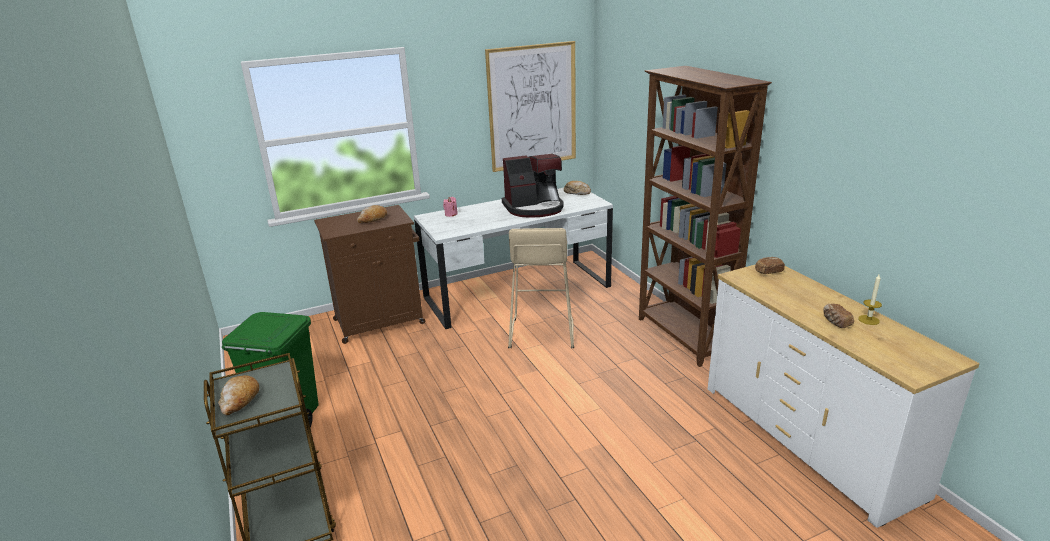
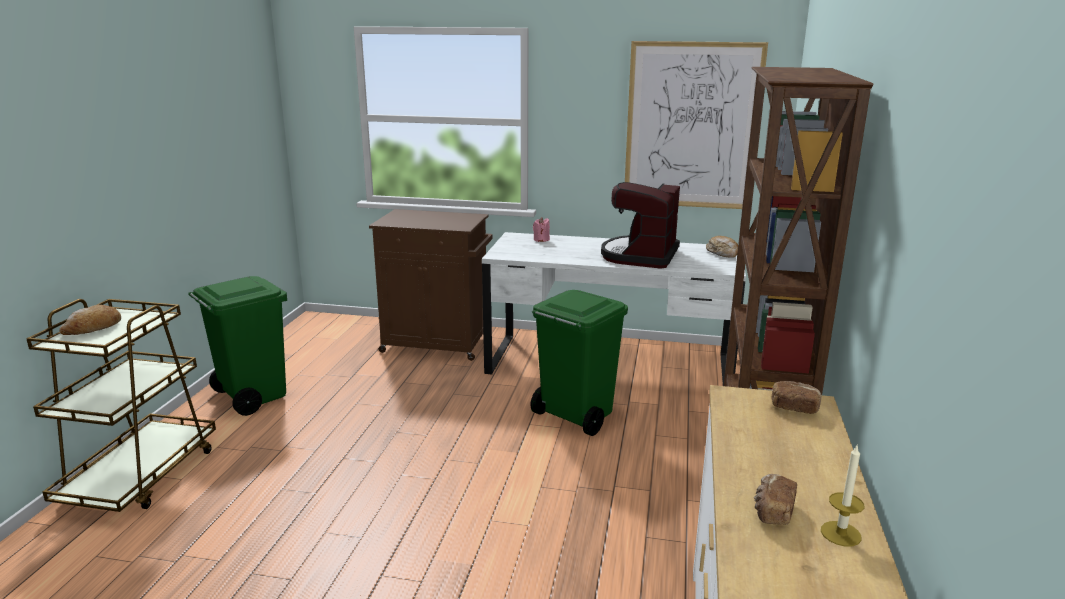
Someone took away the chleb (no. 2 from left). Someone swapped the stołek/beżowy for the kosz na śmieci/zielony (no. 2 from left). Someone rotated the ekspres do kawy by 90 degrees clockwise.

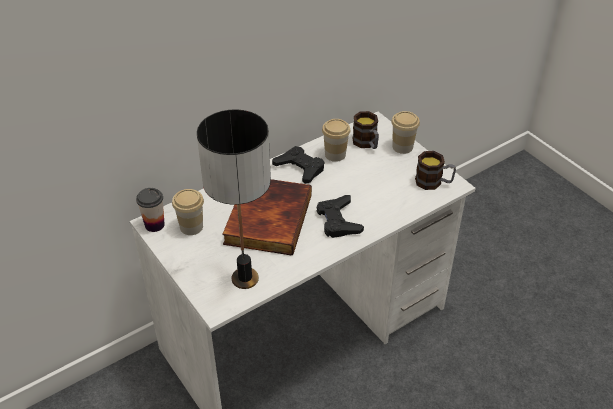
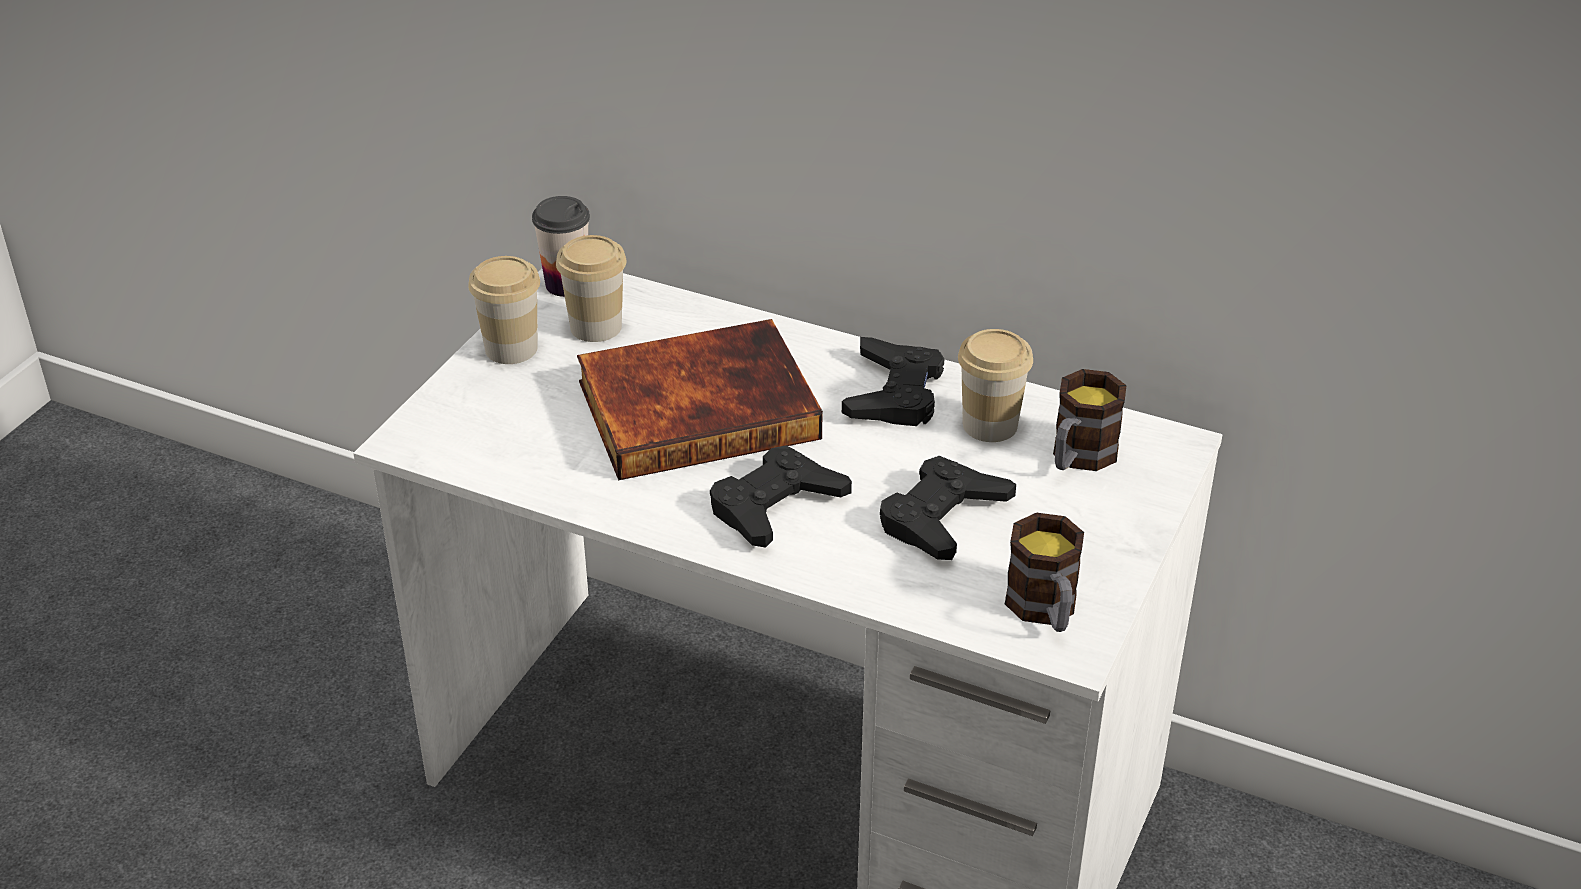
Someone took away the lampa stołowa. Someone put down the pad do gier/czarny (no. 3 from left). Someone carried the filiżanka (no. 4 from left in the first image).

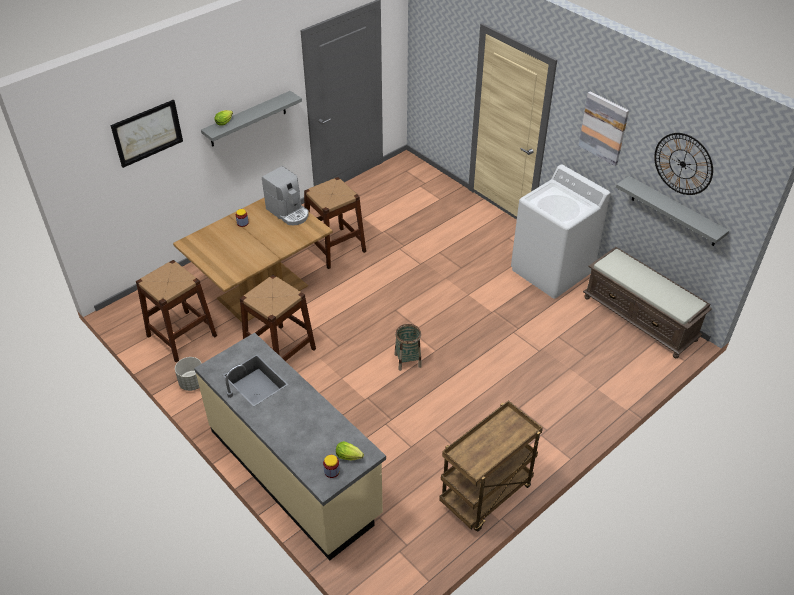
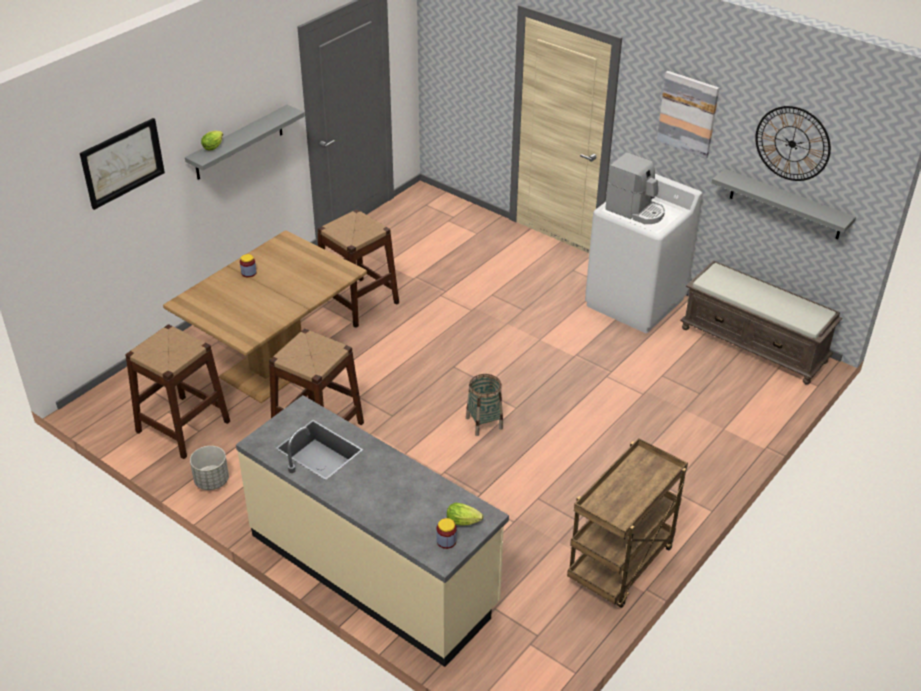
Someone carried the ekspres do kawy.

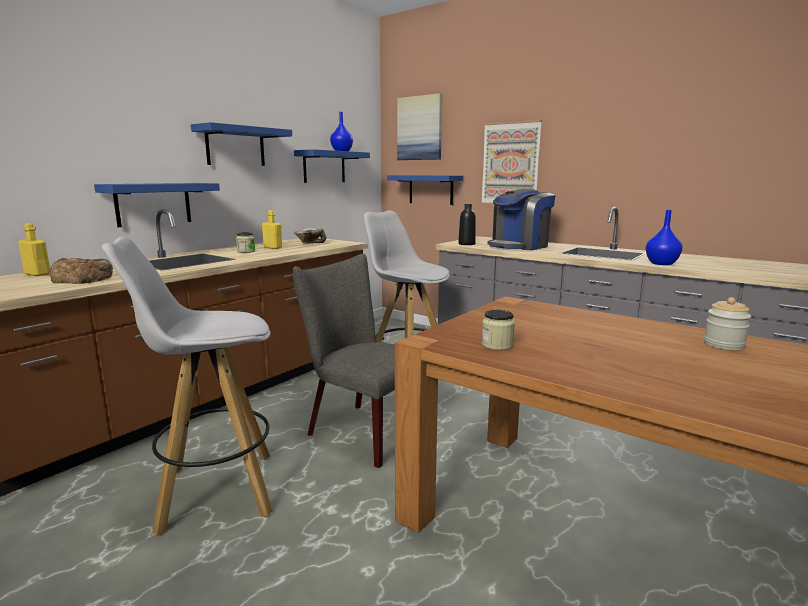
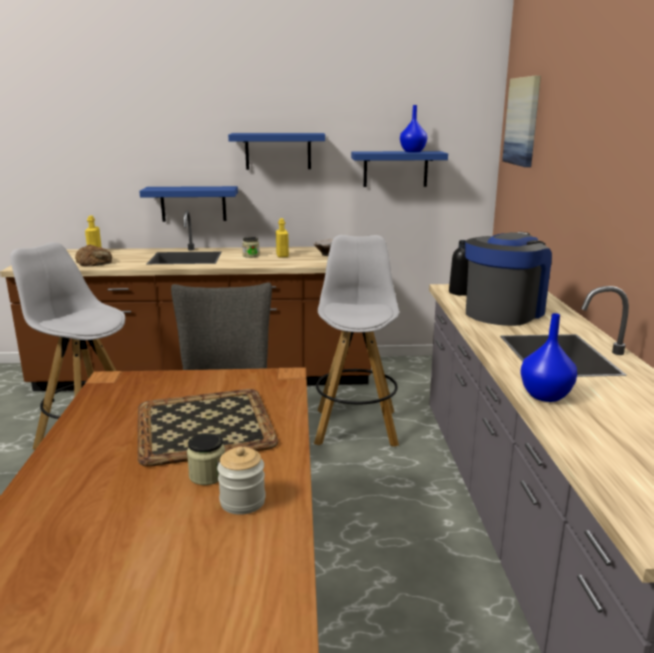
Someone took away the półka/niebieski (no. 4 from left). Someone took away the obraz (no. 2 from left). Someone put down the taca. Someone carried the słoik (no. 2 from left in the first image). Someone rotated the ekspres do kawy by 120 degrees clockwise.

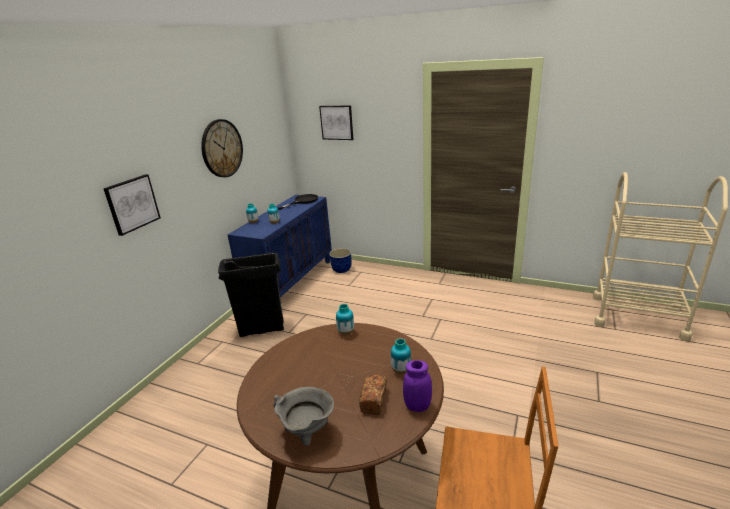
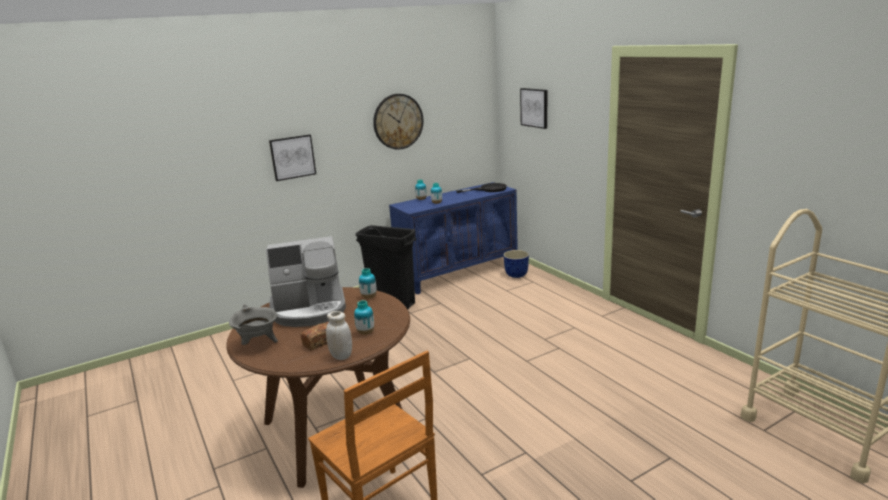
Someone put down the ekspres do kawy. Someone repainted the słoik/fioletowy, which became the słoik/biały.

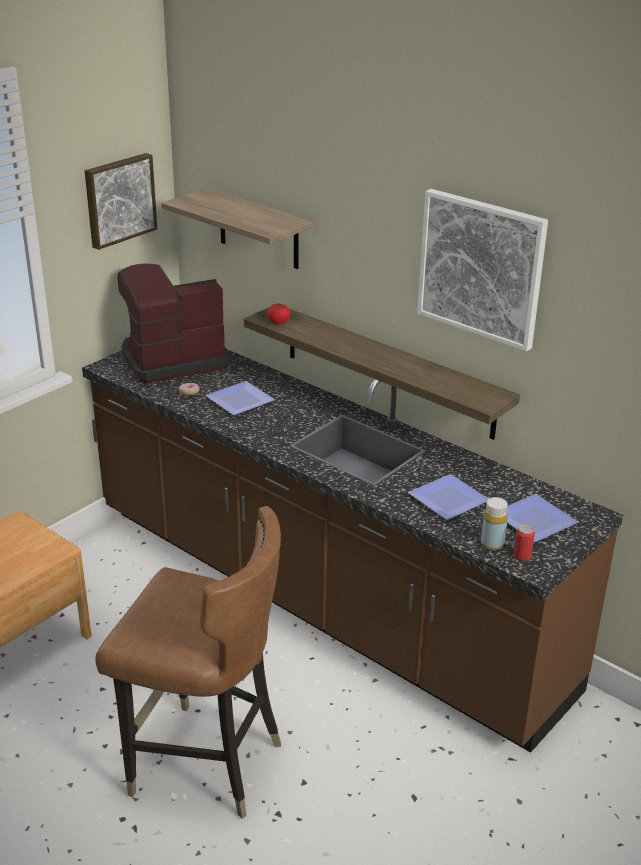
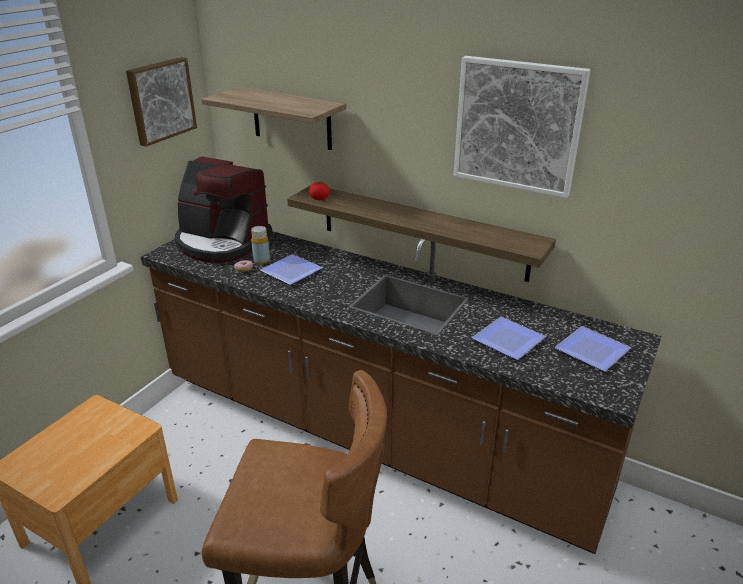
Someone took away the puszka. Someone carried the butelka/żółty. Someone rotated the ekspres do kawy by 120 degrees counterclockwise.

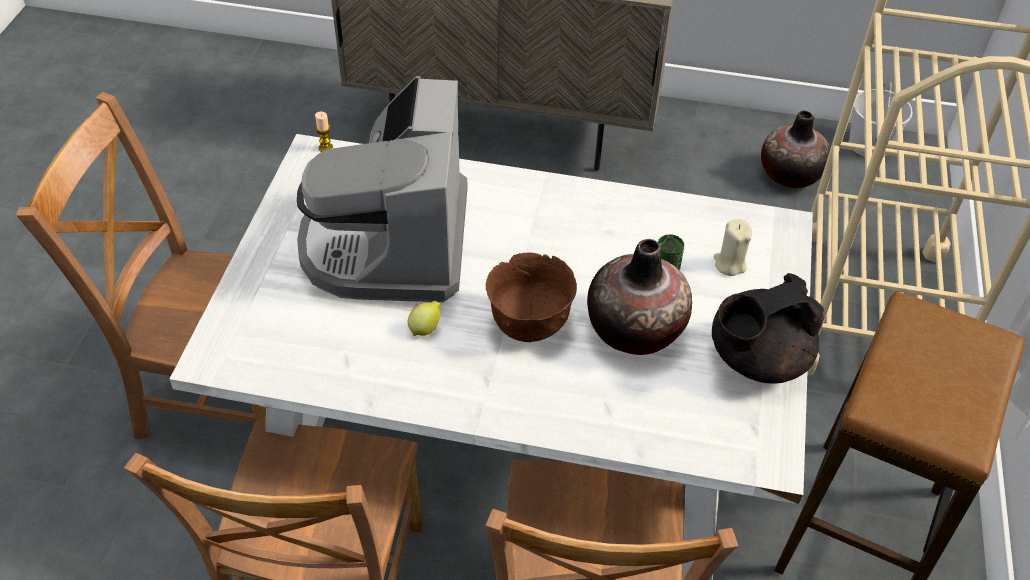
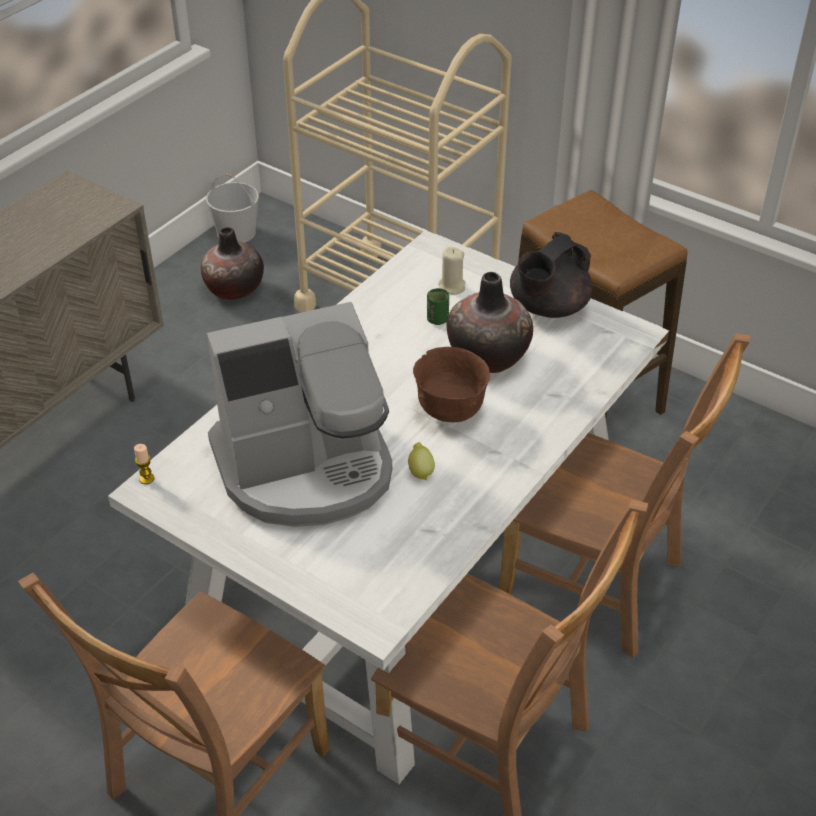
Someone rotated the ekspres do kawy by 45 degrees counterclockwise. Someone rotated the imbryk/czarny by 45 degrees clockwise.

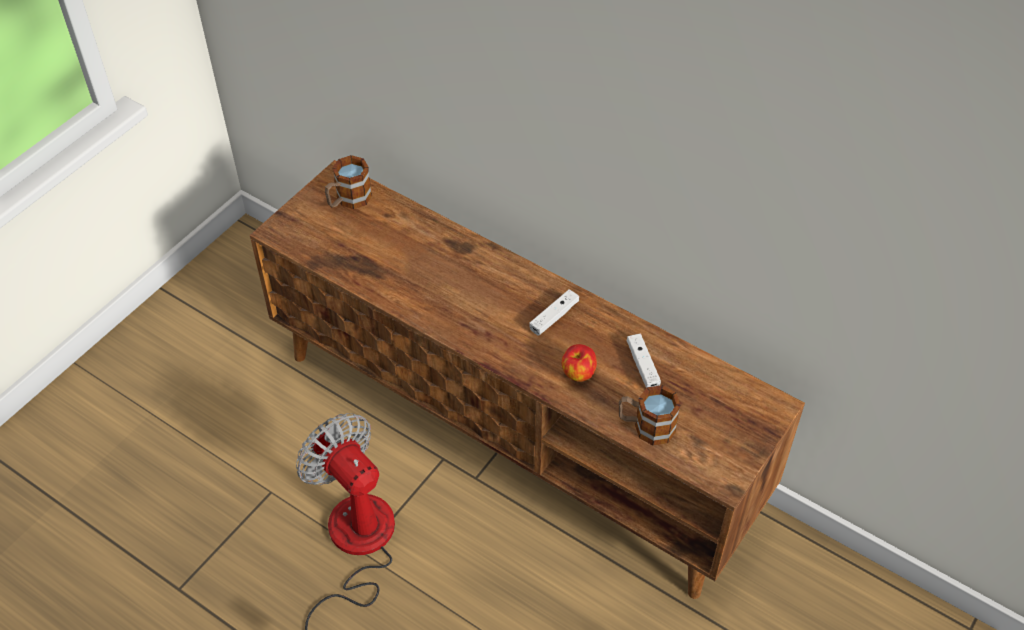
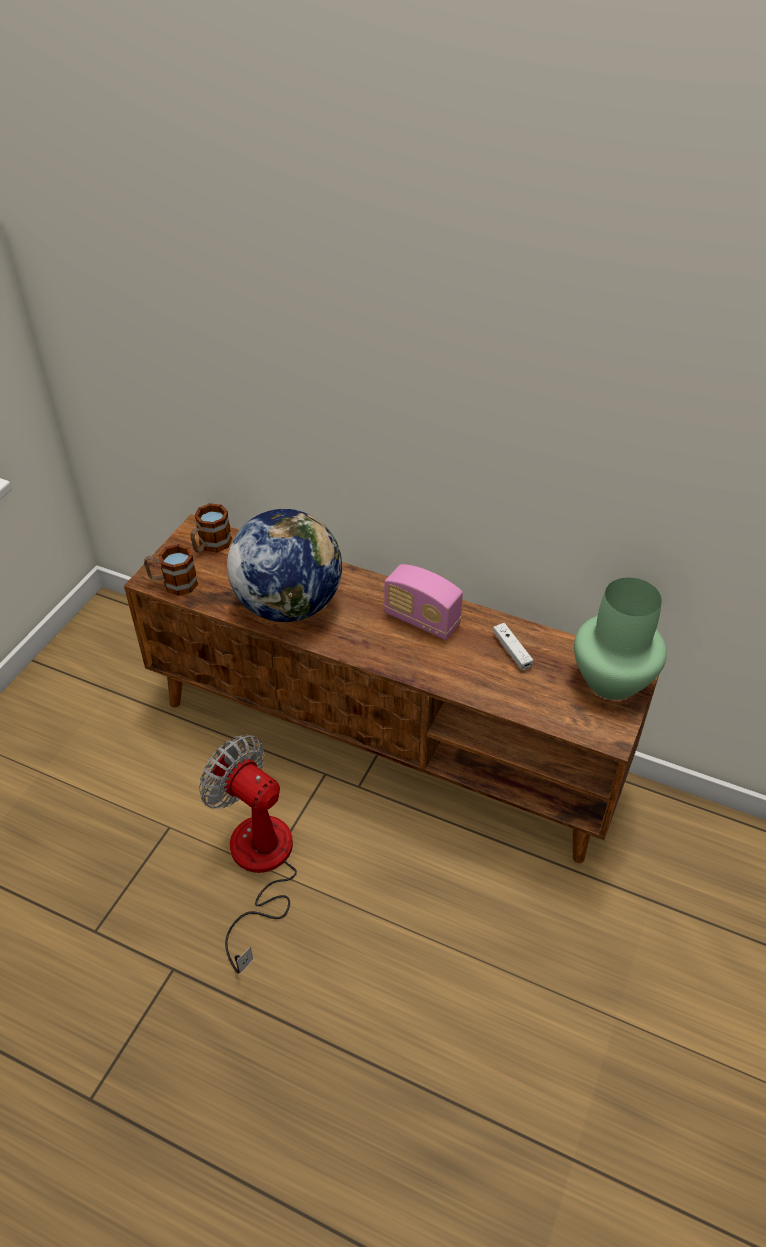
Someone took away the jabłko. Someone put down the globus. Someone put down the wazon/zielony. Someone carried the kubek (no. 2 from left in the first image). Someone swapped the pad do gier/biały (no. 1 from left) for the radio.

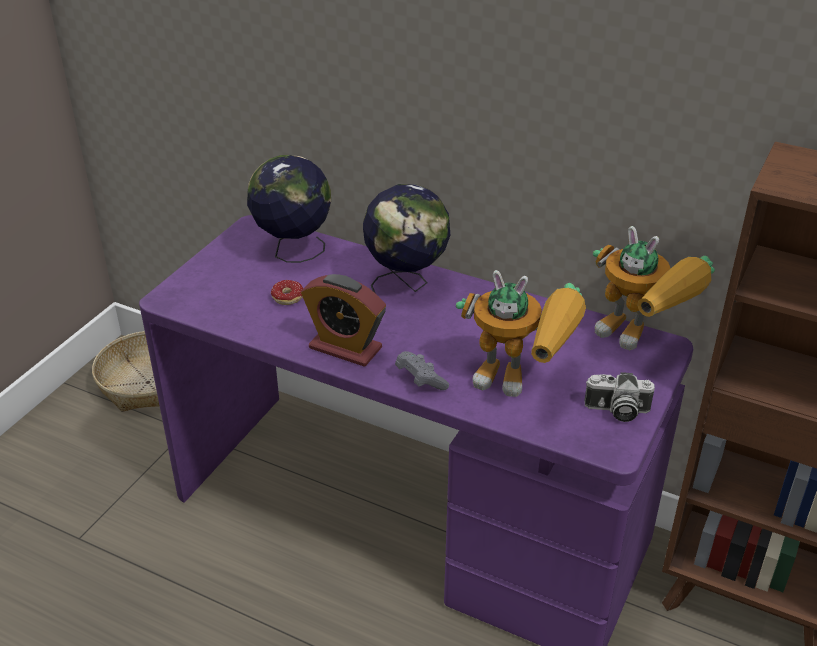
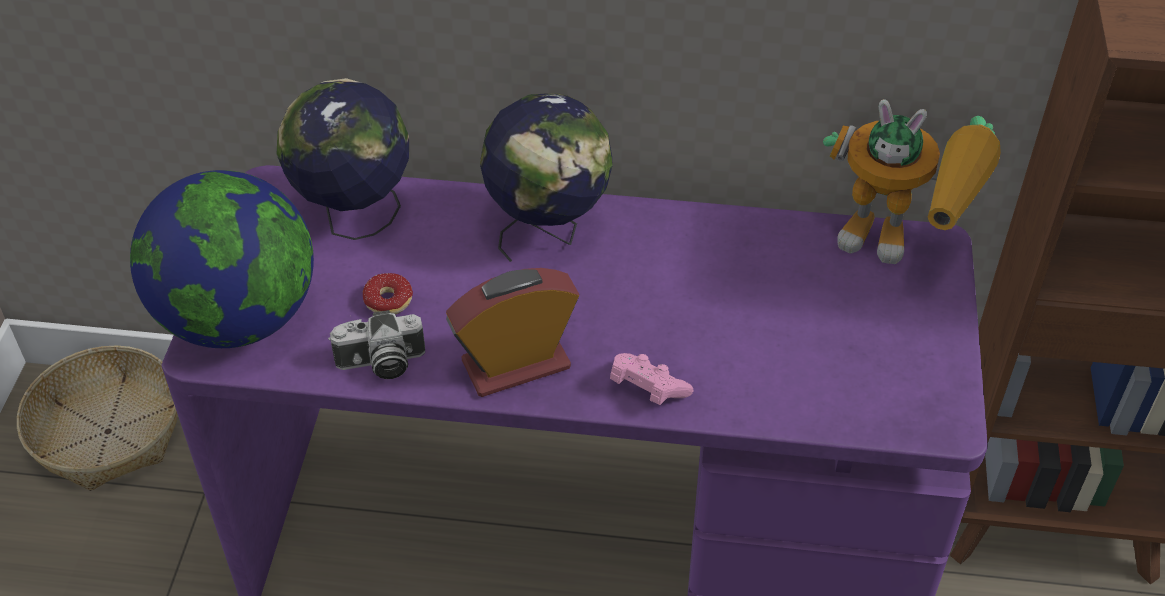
Someone took away the robot zabawkowy (no. 1 from left). Someone put down the globus (no. 1 from left). Someone carried the aparat fotograficzny. Someone repainted the pad do gier/szary, which became the pad do gier/różowy. Someone rotated the budzik by 150 degrees clockwise.

